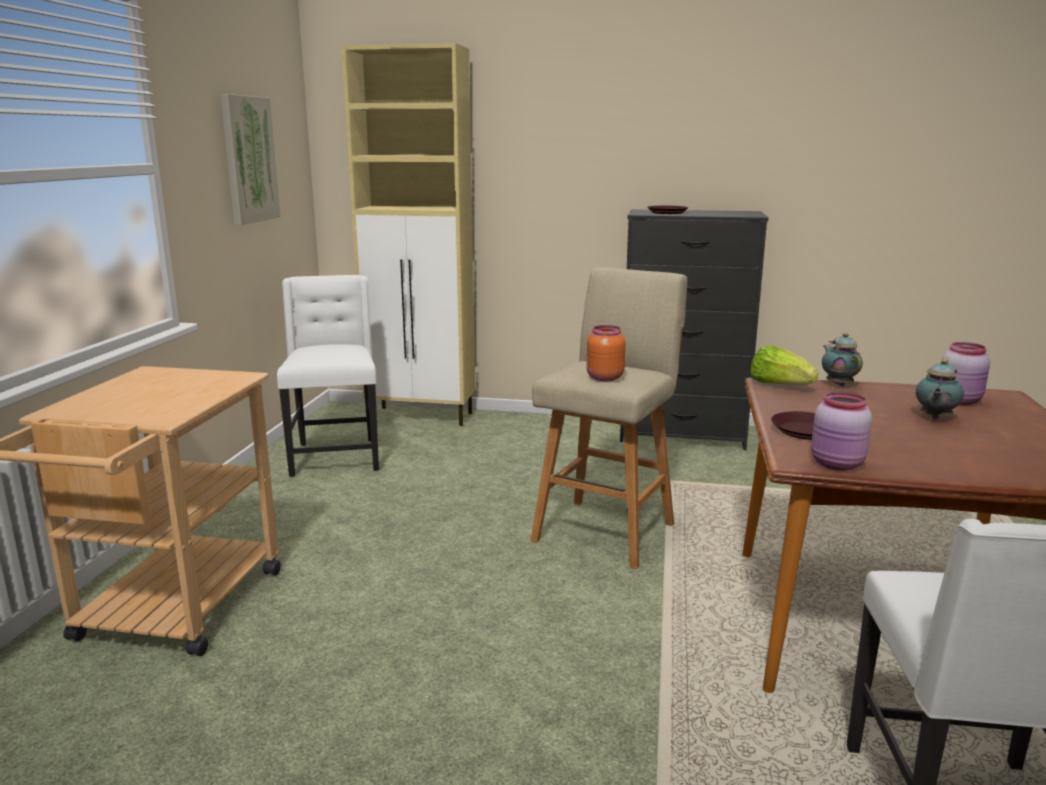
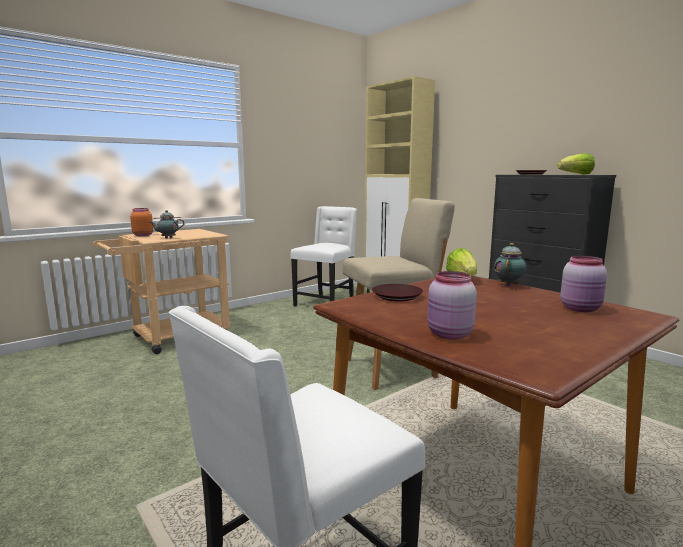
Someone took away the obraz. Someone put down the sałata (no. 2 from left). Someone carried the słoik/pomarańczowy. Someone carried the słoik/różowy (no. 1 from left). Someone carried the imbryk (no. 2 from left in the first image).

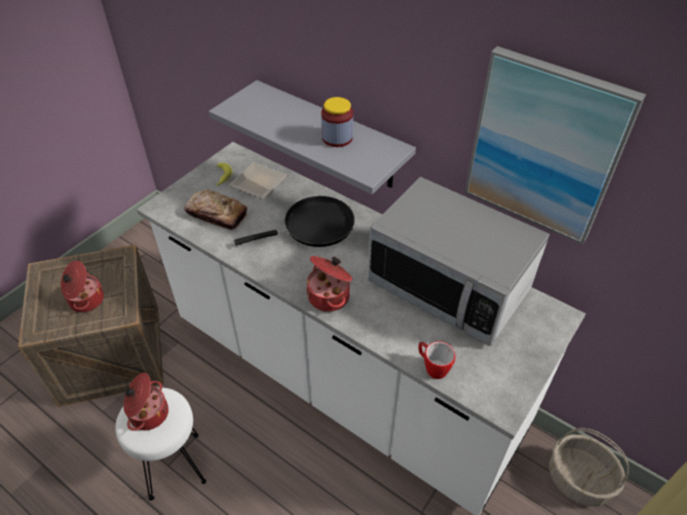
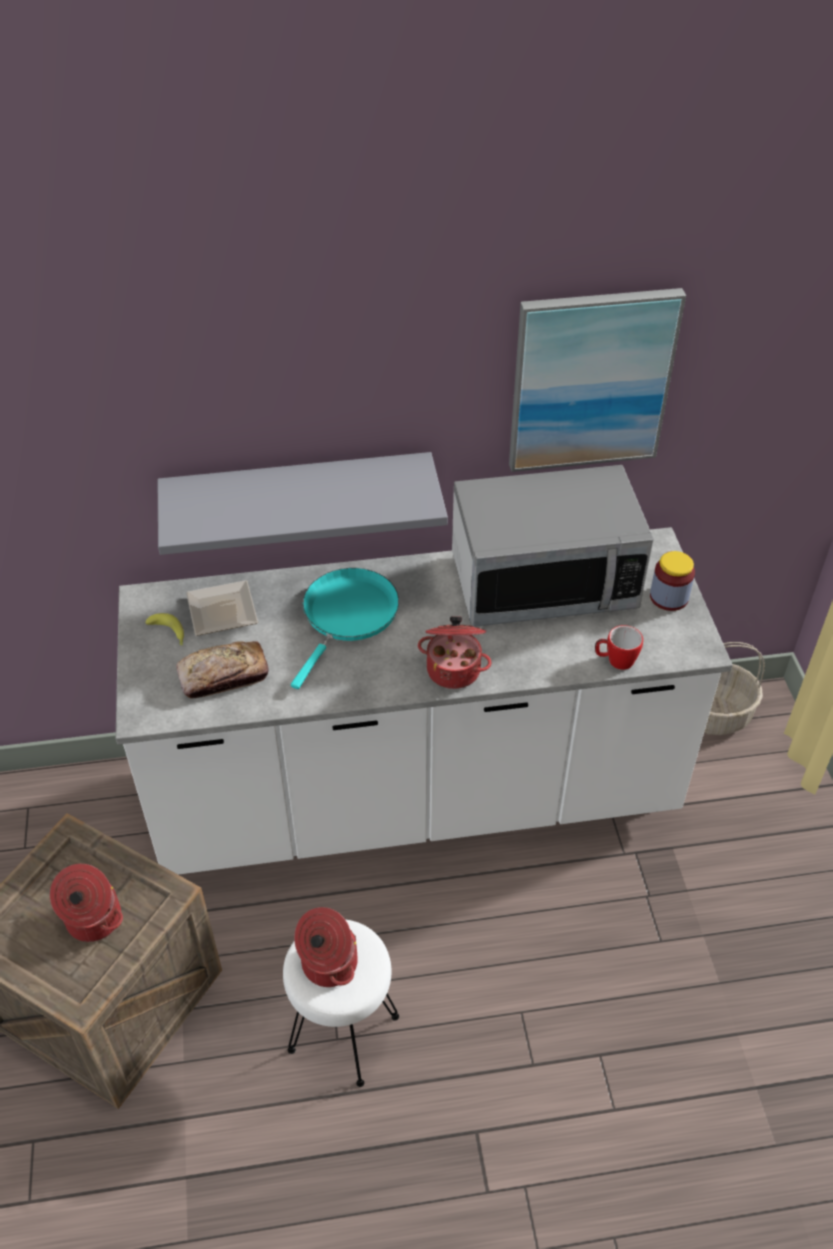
Someone carried the słoik. Someone repainted the patelnia/czarny, which became the patelnia/turkusowy.

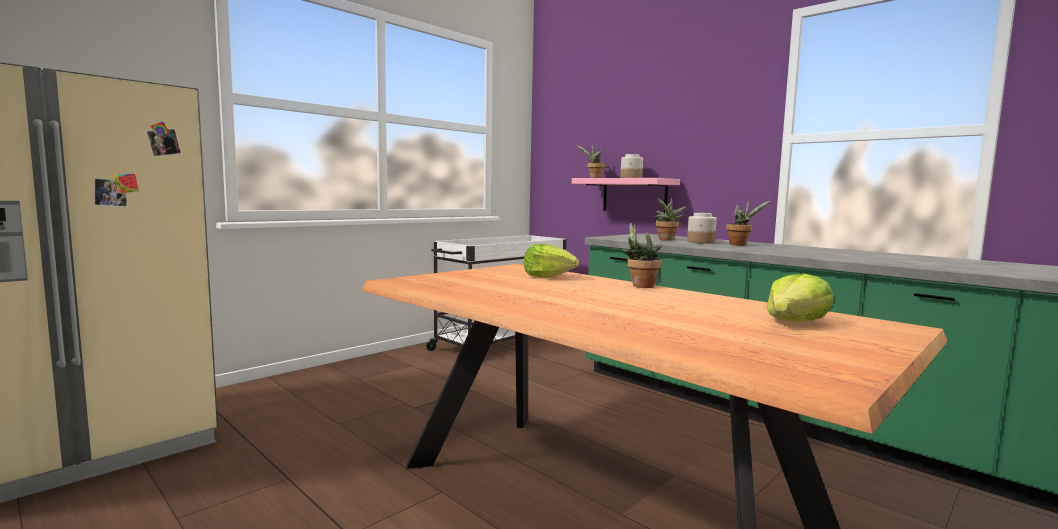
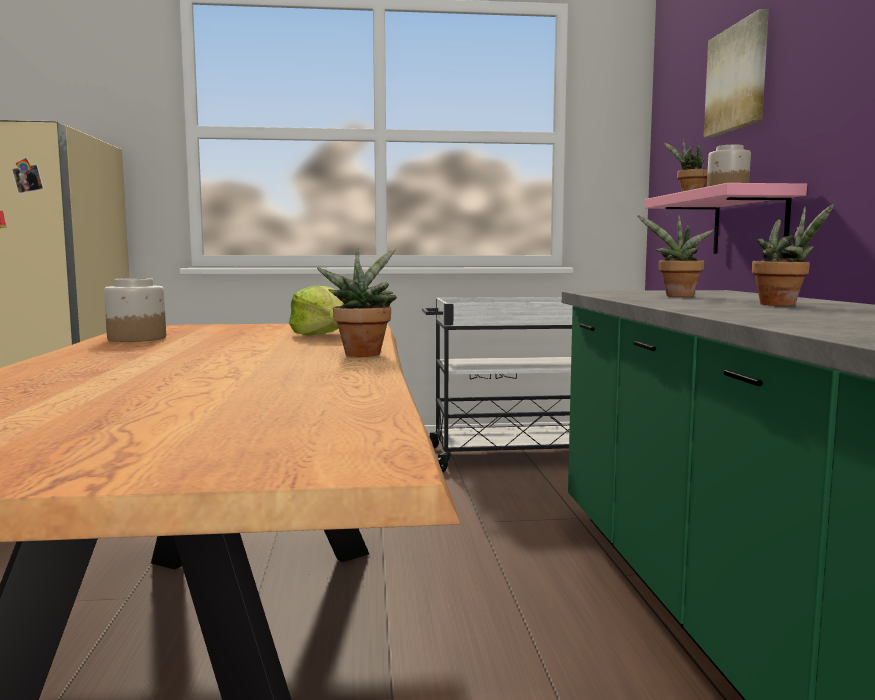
Someone took away the sałata (no. 2 from left). Someone put up the obraz. Someone carried the słoik (no. 2 from left in the first image).

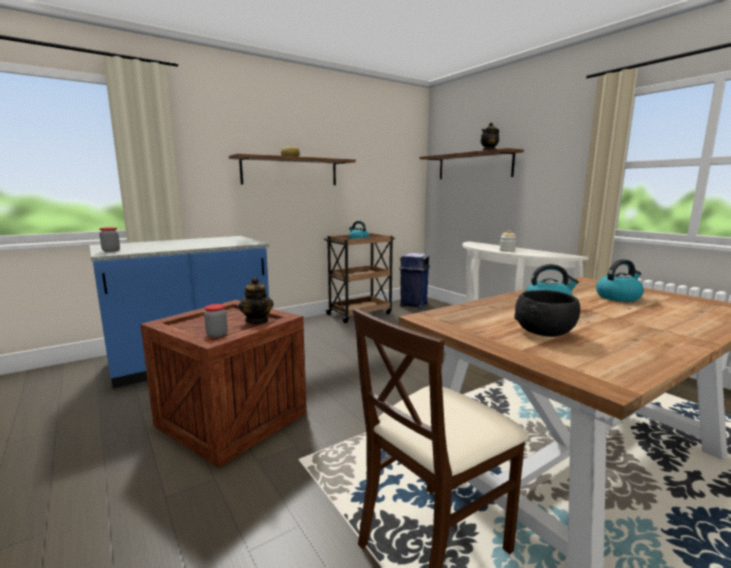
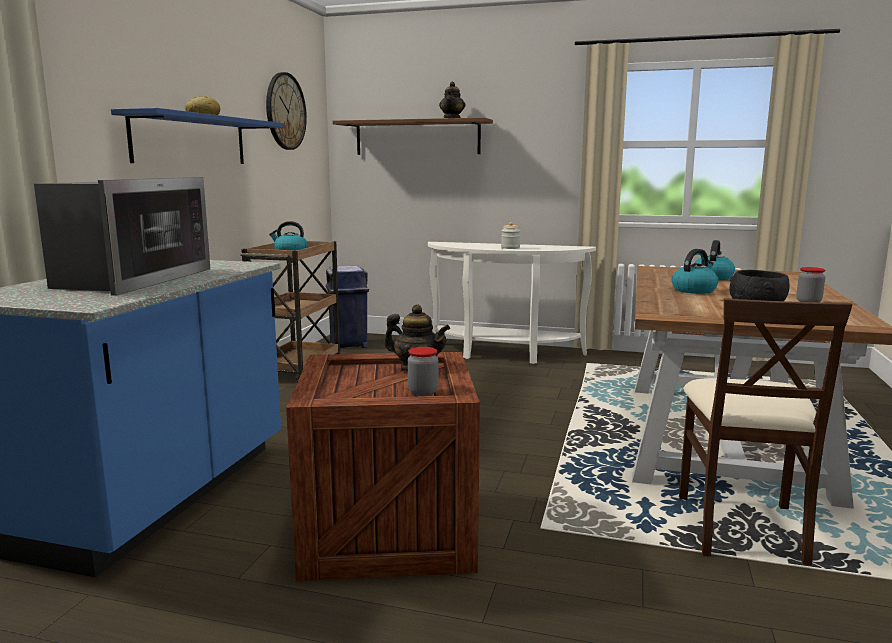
Someone put down the mikrofalówka. Someone put up the zegar ścienny. Someone carried the słoik (no. 1 from left in the first image). Someone repainted the półka/brązowy (no. 1 from left), which became the półka/niebieski.

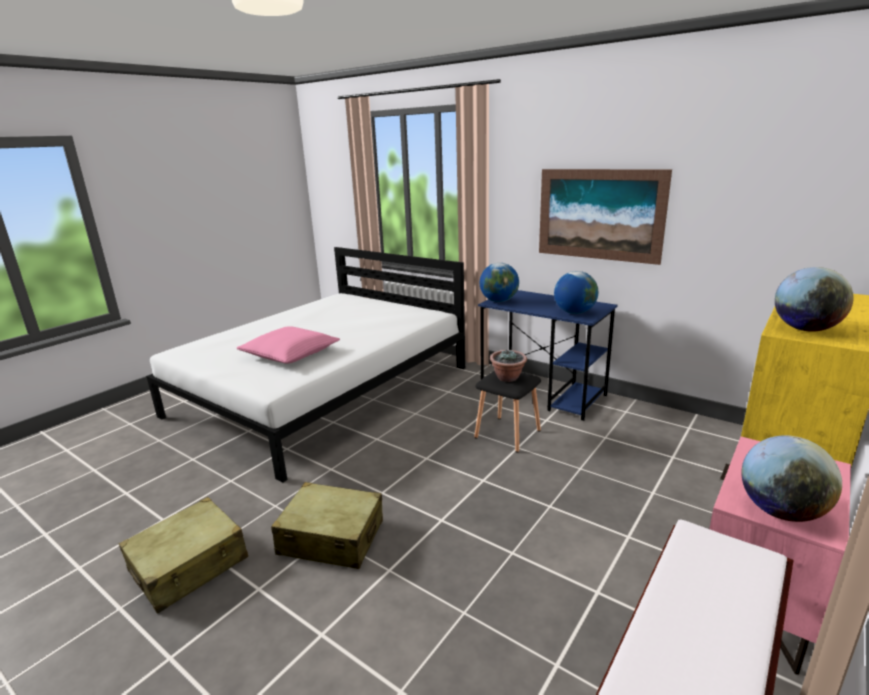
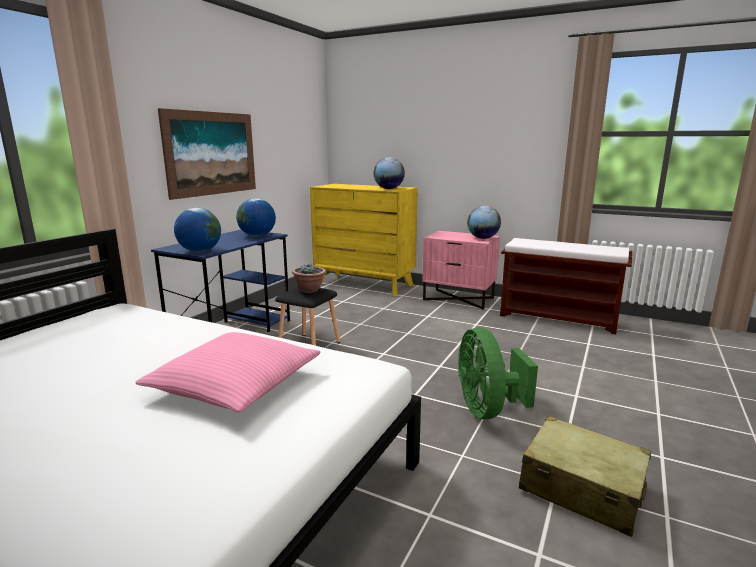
Someone swapped the walizka/beżowy (no. 2 from left) for the wentylator/zielony.

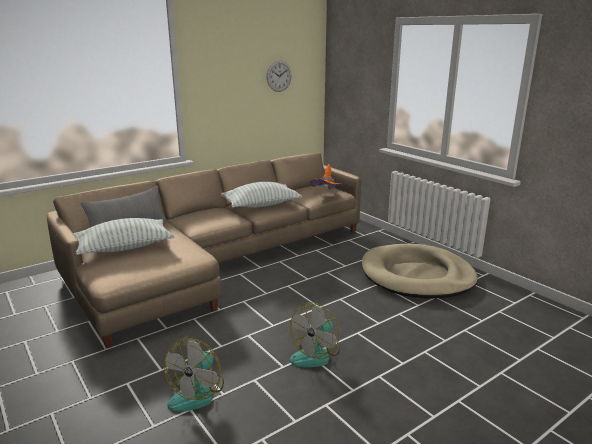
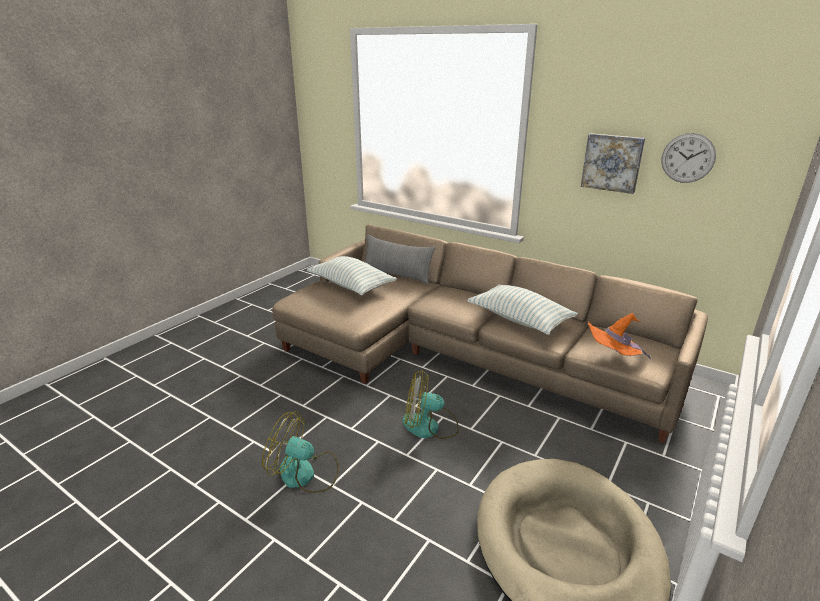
Someone put up the obraz. Someone carried the wentylator (no. 1 from left in the first image).

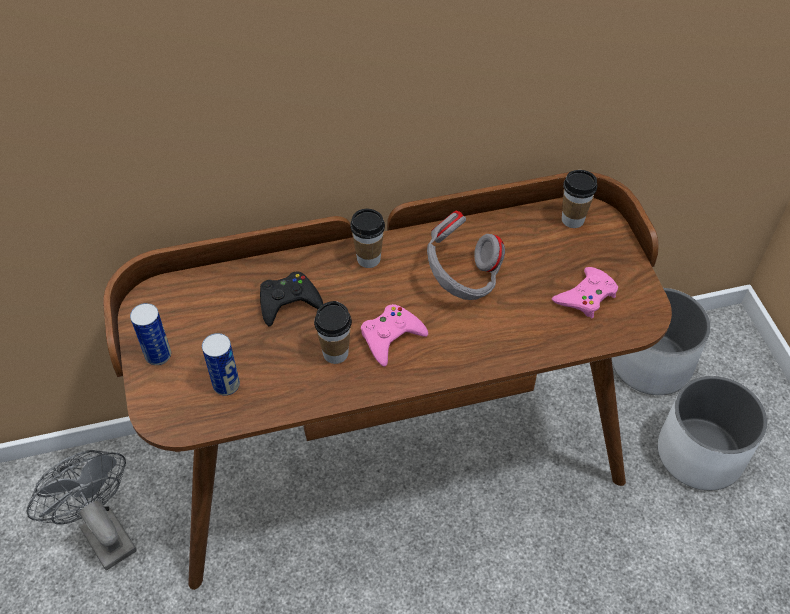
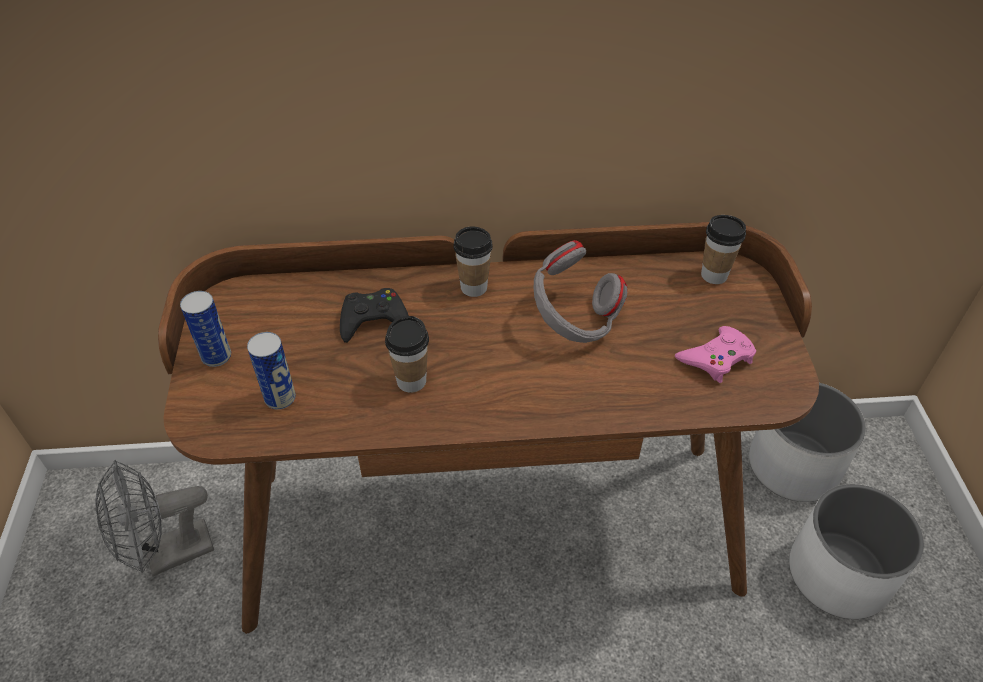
Someone took away the pad do gier/różowy (no. 1 from left). Someone rotated the wentylator/szary by 90 degrees counterclockwise.

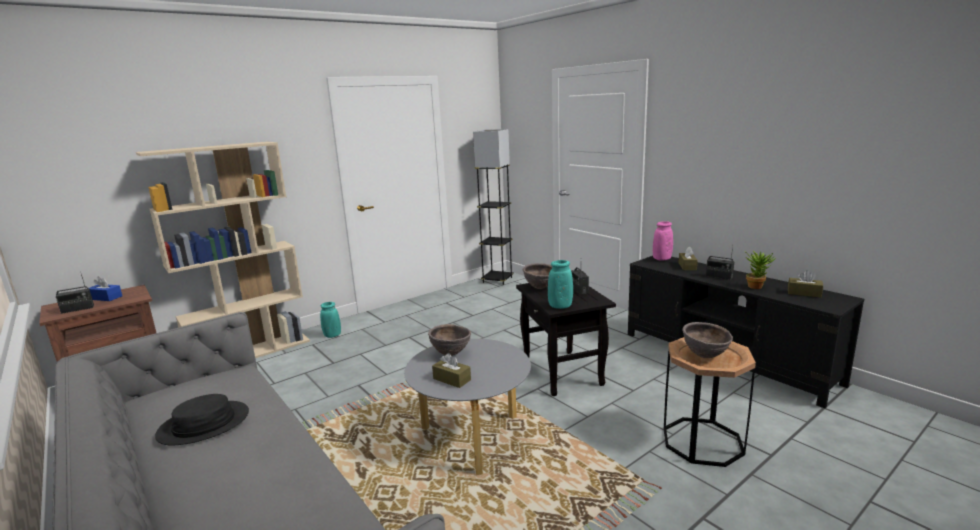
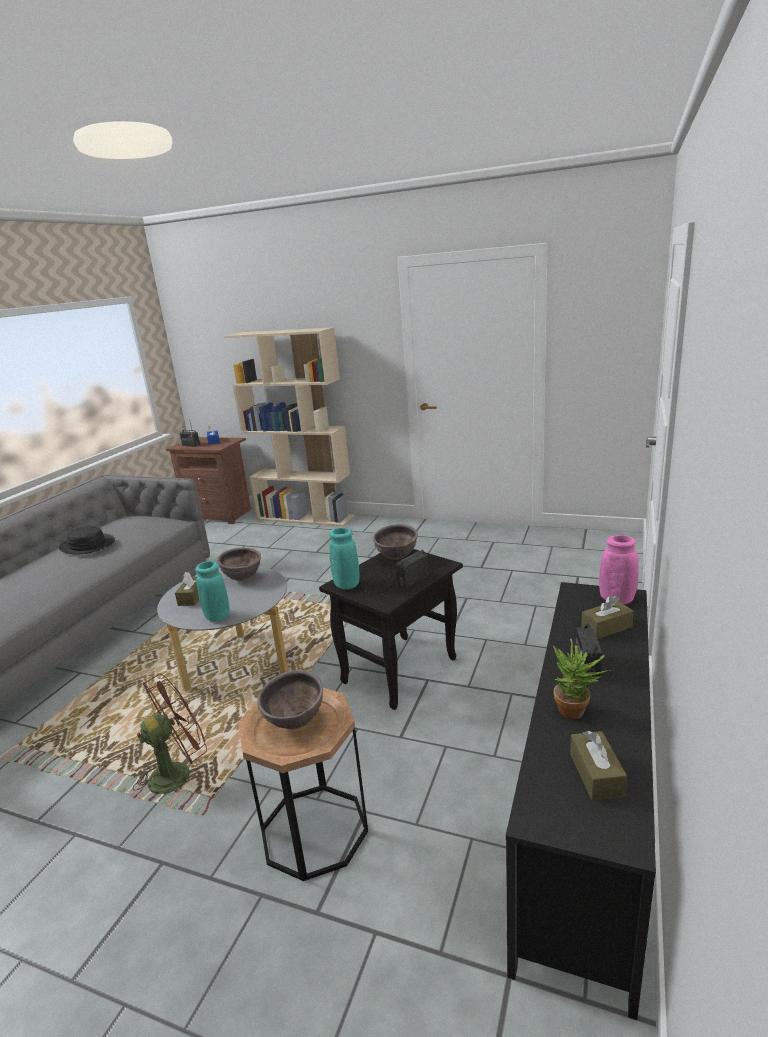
Someone took away the lampa stojąca/szary. Someone put down the wentylator/brązowy. Someone carried the wazon/turkusowy (no. 1 from left).

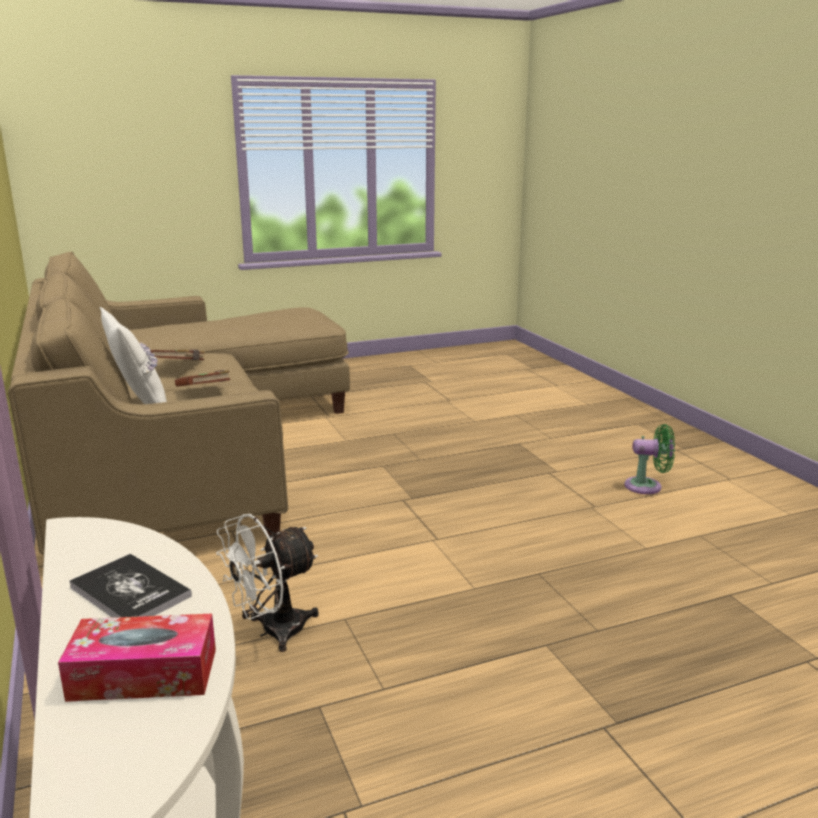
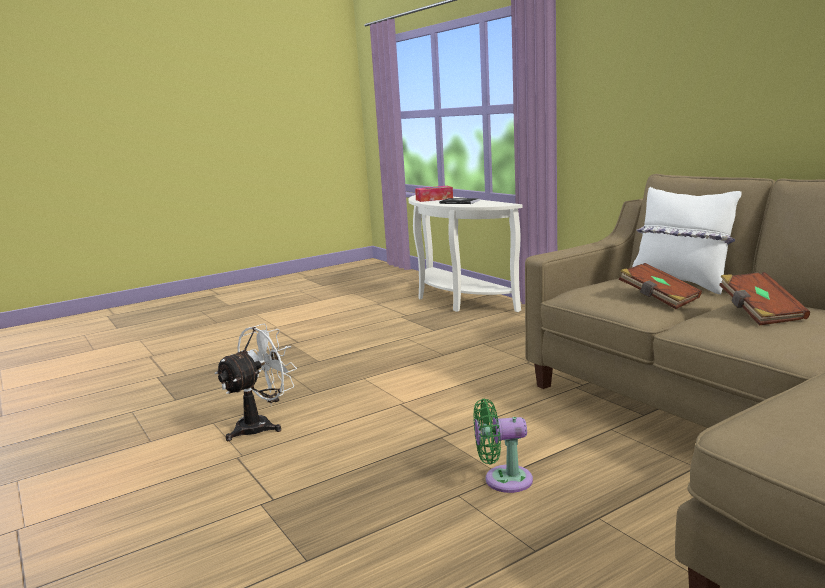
Someone carried the wentylator/biały. Someone carried the wentylator/zielony.

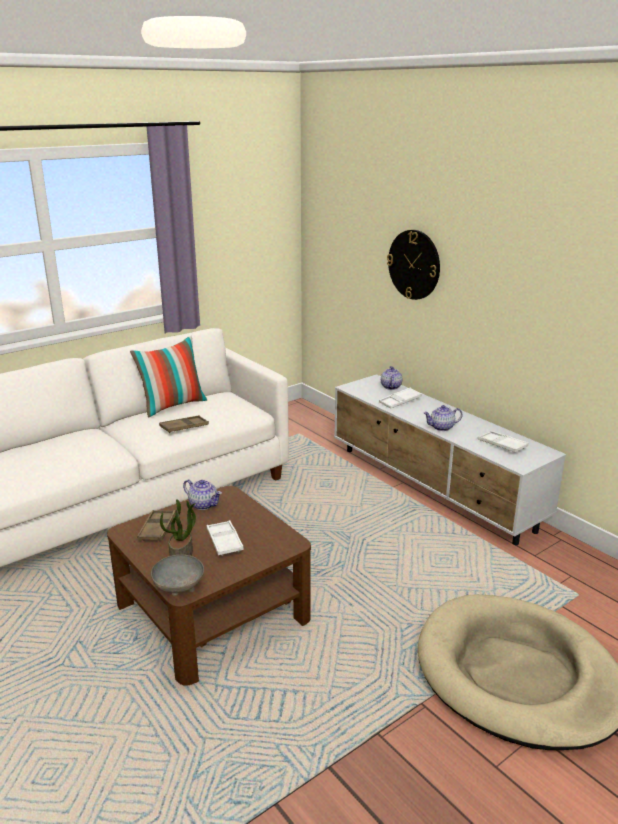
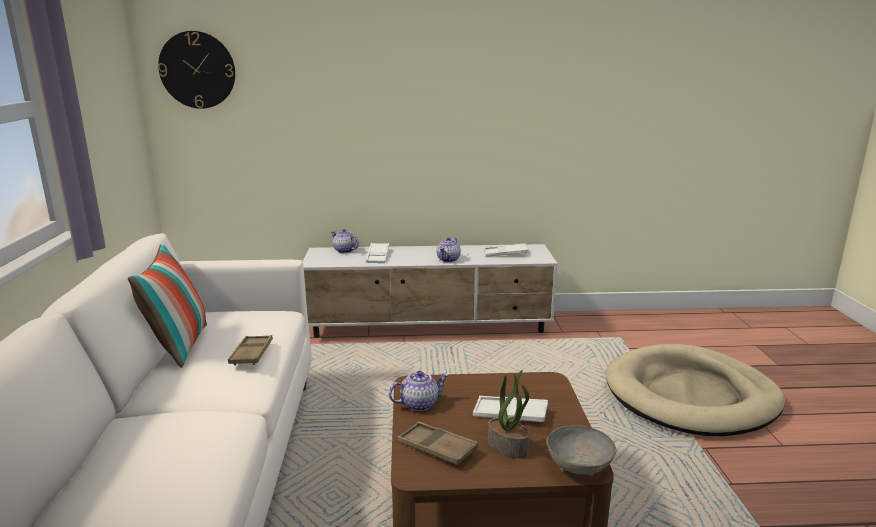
Someone carried the zegar ścienny.

